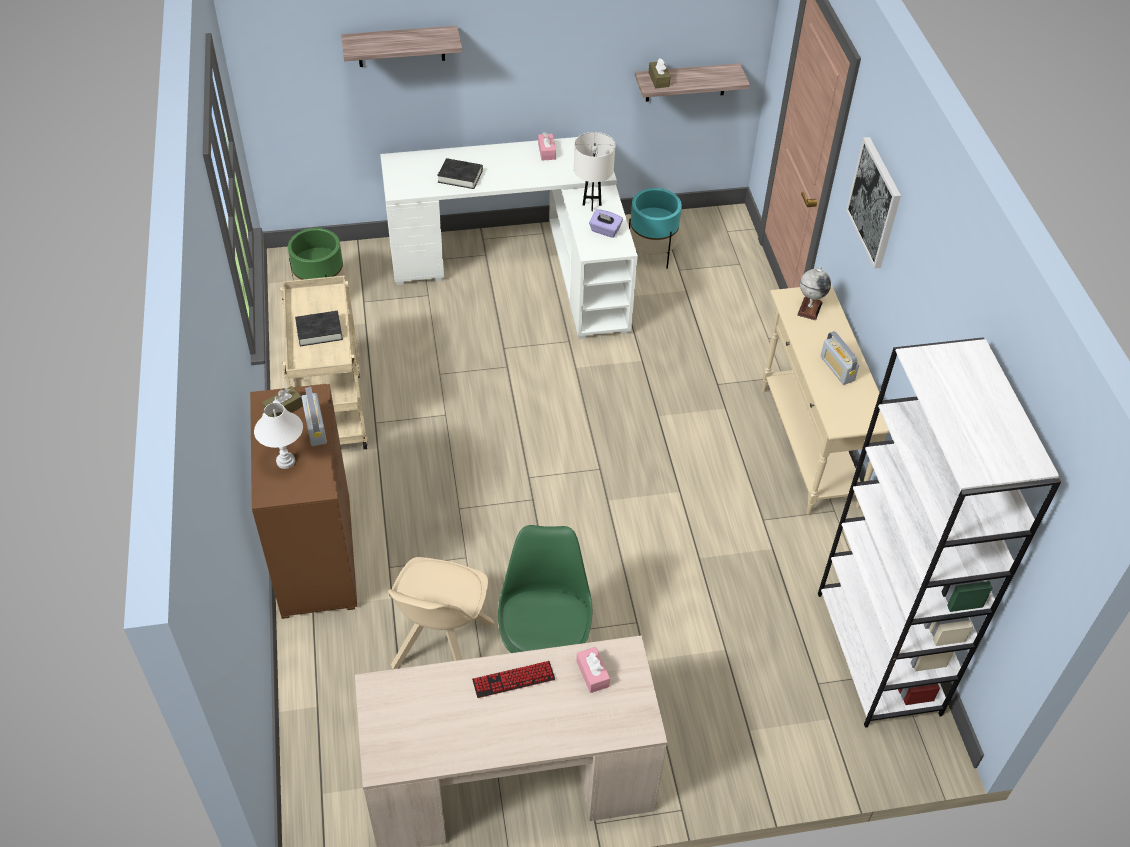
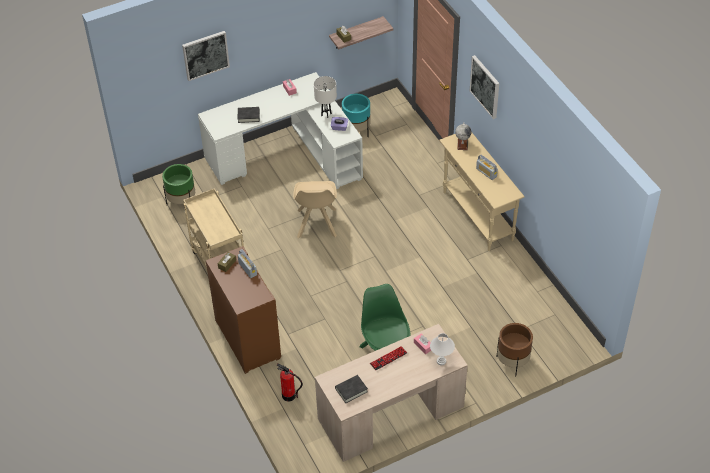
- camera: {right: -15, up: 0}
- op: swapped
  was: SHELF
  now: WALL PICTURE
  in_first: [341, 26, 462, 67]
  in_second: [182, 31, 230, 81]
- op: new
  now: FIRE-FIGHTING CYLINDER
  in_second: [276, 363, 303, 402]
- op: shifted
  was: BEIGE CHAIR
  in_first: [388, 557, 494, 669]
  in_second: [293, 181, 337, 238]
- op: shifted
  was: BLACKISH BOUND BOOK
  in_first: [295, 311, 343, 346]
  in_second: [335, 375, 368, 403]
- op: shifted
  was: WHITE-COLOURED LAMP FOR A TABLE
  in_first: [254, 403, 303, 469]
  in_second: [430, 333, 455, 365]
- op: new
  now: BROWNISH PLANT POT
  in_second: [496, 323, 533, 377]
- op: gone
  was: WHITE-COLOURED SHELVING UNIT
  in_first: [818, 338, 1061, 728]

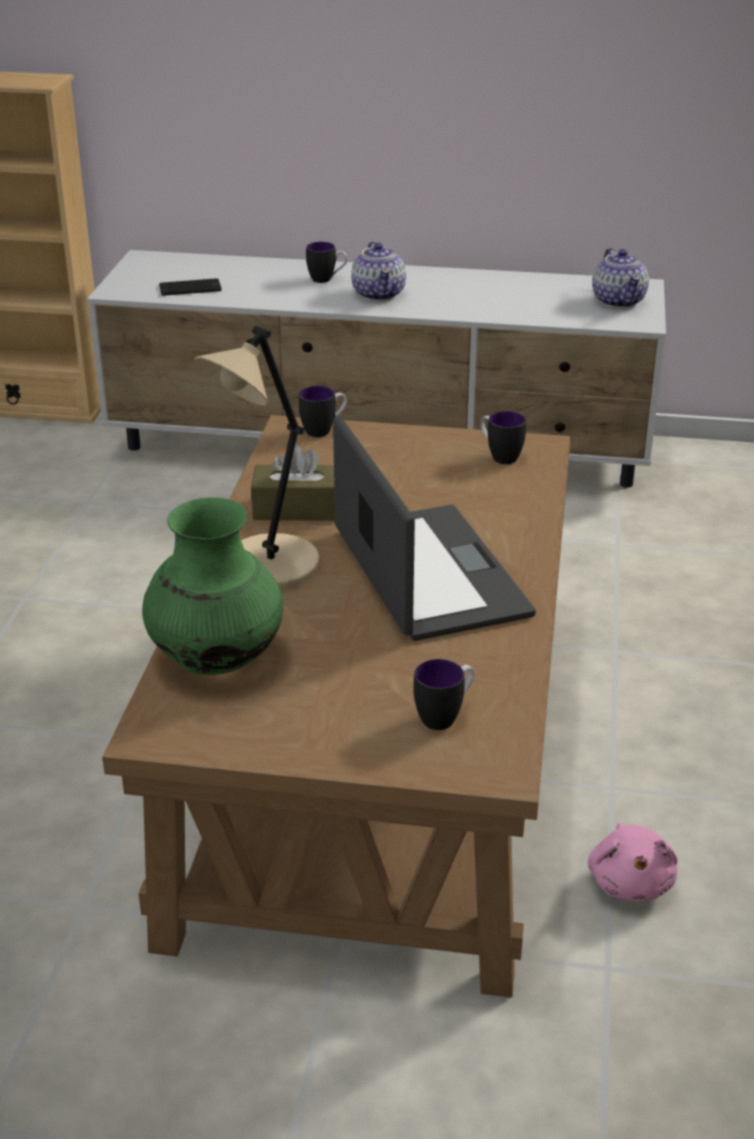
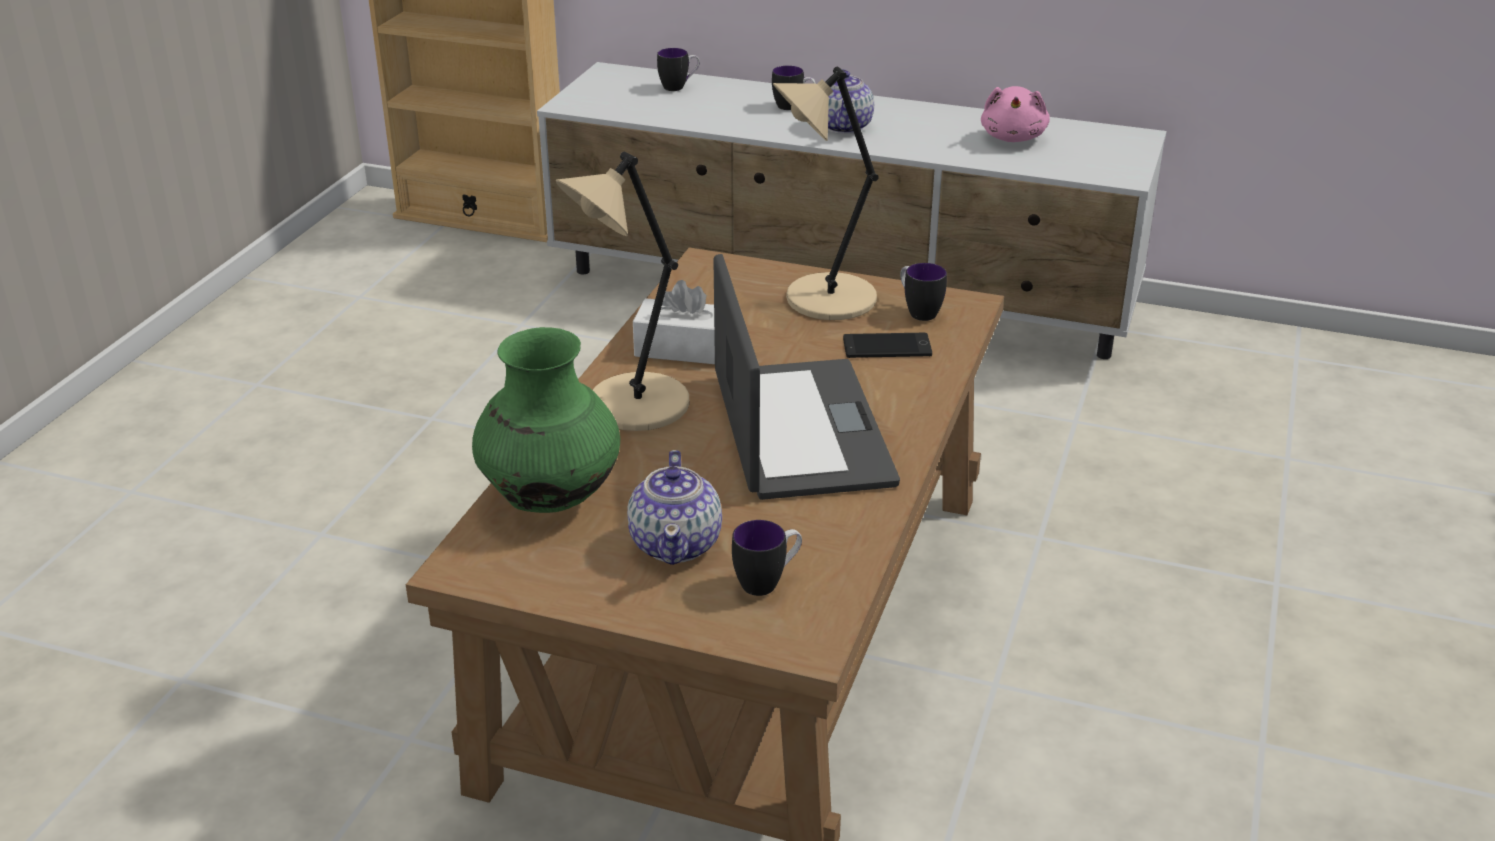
- camera: {right: 10, up: 0}
- op: shifted
  was: TEA POT
  in_first: [592, 248, 649, 308]
  in_second: [627, 450, 722, 565]
- op: repainted
  was: BROWNISH TISSUE HOLDER
  now: WHITE-COLOURED TISSUE HOLDER
  in_first: [251, 444, 335, 521]
  in_second: [633, 280, 715, 364]
- op: shifted
  was: MUG
  in_first: [299, 386, 347, 437]
  in_second: [657, 48, 700, 91]
- op: new
  now: BEIGE LAMP FOR A TABLE
  in_second: [773, 67, 879, 320]
- op: shifted
  was: HANDSET
  in_first: [159, 278, 222, 296]
  in_second: [843, 333, 932, 358]
- op: shifted
  was: PINK-COLOURED CUDDLY TOY
  in_first: [588, 823, 678, 902]
  in_second: [981, 86, 1050, 142]

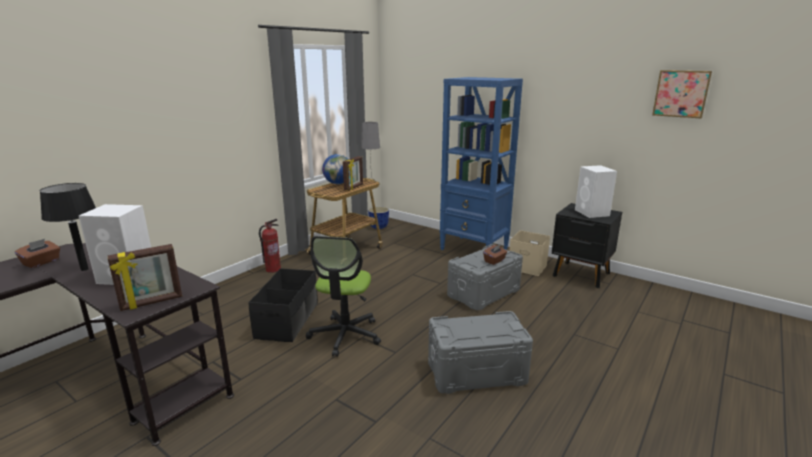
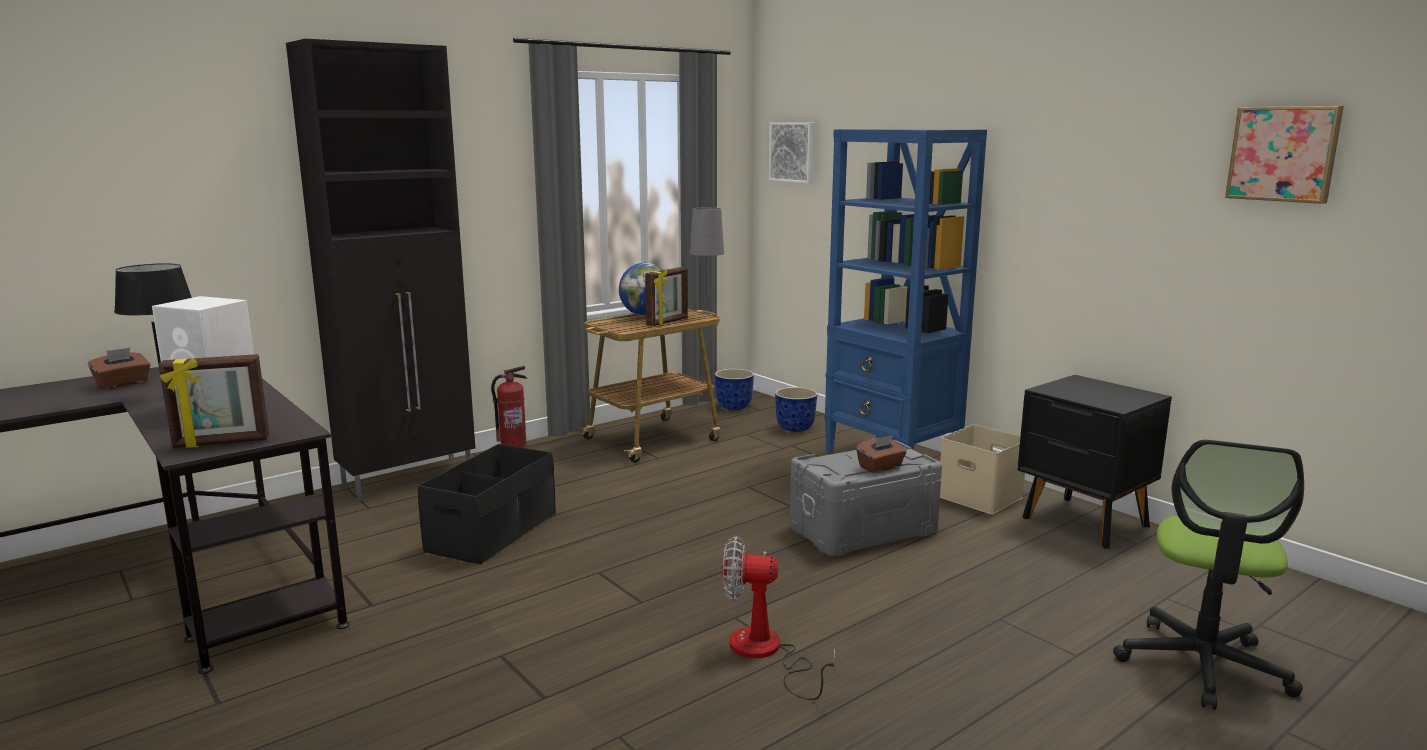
- camera: {right: 15, up: -5}
- op: new
  now: BLACKISH STORAGE CABINET
  in_second: [286, 39, 475, 502]
- op: swapped
  was: GRAY STORAGE BOX
  now: COOLING FAN
  in_first: [428, 311, 533, 394]
  in_second: [722, 536, 835, 700]
- op: new
  now: WALL PICTURE
  in_second: [769, 122, 815, 183]
- op: new
  now: PLANT POT
  in_second: [775, 387, 817, 432]
- op: shifted
  was: OFFICE CHAIR
  in_first: [306, 236, 381, 357]
  in_second: [1113, 439, 1304, 710]
- op: gone
  was: WHITE-COLOURED AUDIO SPEAKER
  in_first: [575, 165, 617, 218]

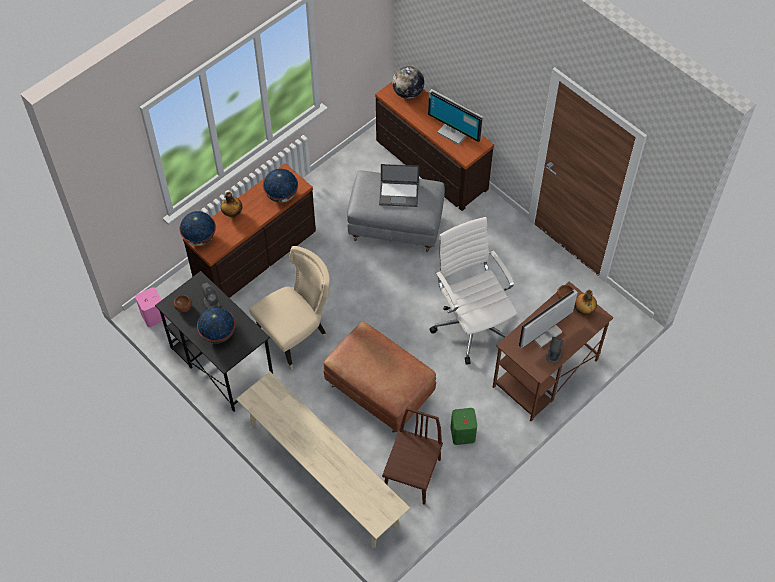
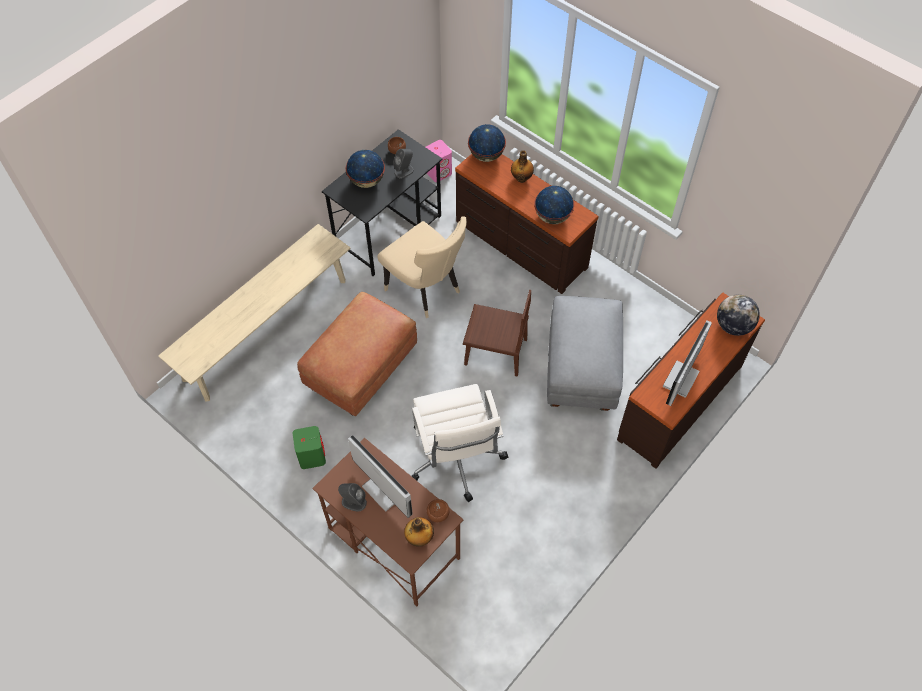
- camera: {right: 85, up: 0}
- op: rotated
  was: WHITE-COLOURED OFFICE CHAIR
  in_first: [429, 217, 517, 365]
  in_second: [412, 384, 508, 502]
  clockwise: 105
- op: shifted
  was: BROWNISH CHAIR
  in_first: [382, 408, 443, 505]
  in_second: [463, 290, 531, 377]
- op: gone
  was: PORTABLE COMPUTER
  in_first: [379, 164, 419, 207]

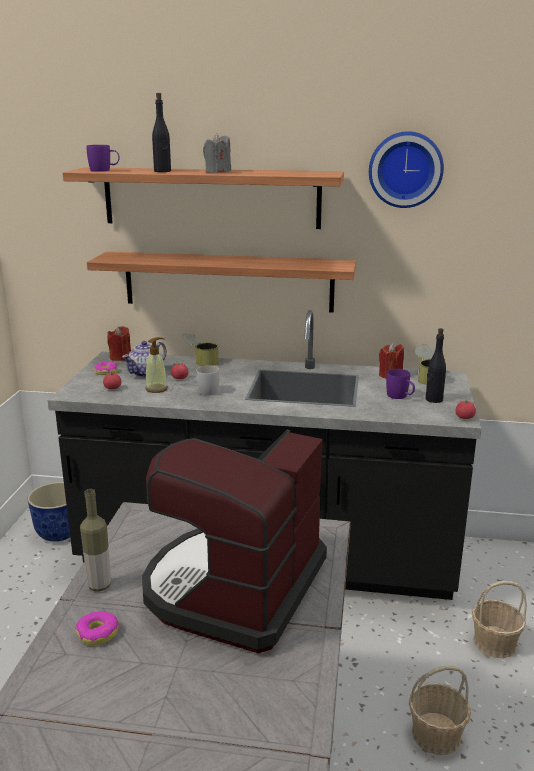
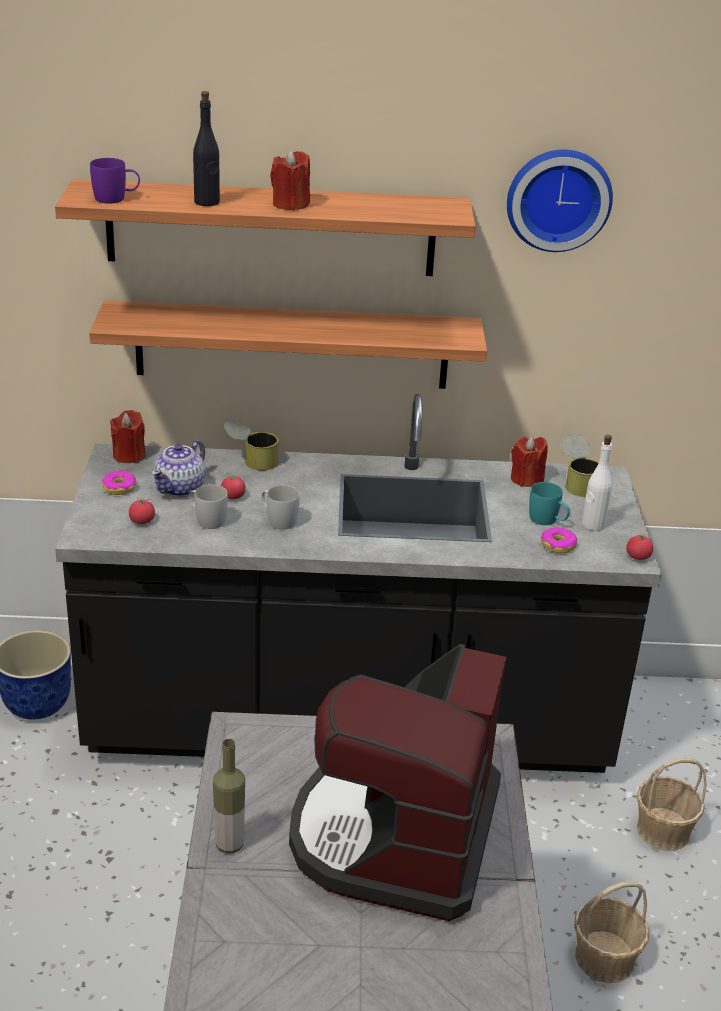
- camera: {right: -10, up: 10}
- op: swapped
  was: LIQUID SOAP BOTTLE
  now: WHITE-COLOURED MUG
  in_first: [145, 337, 168, 393]
  in_second: [189, 484, 228, 529]
- op: repainted
  was: GRAY WAX CANDLE
  now: REDDISH WAX CANDLE
  in_first: [203, 133, 231, 173]
  in_second: [270, 150, 310, 211]
- op: repainted
  was: PURPLE-COLOURED MUG
  now: TURQUOISE MUG
  in_first: [386, 369, 415, 399]
  in_second: [529, 482, 570, 525]
- op: shifted
  was: DOUGHNUT
  in_first: [76, 611, 119, 645]
  in_second: [541, 527, 577, 554]
- op: repainted
  was: BLACKISH BOTTLE
  now: WHITE-COLOURED BOTTLE
  in_first: [426, 328, 446, 403]
  in_second: [582, 435, 612, 531]

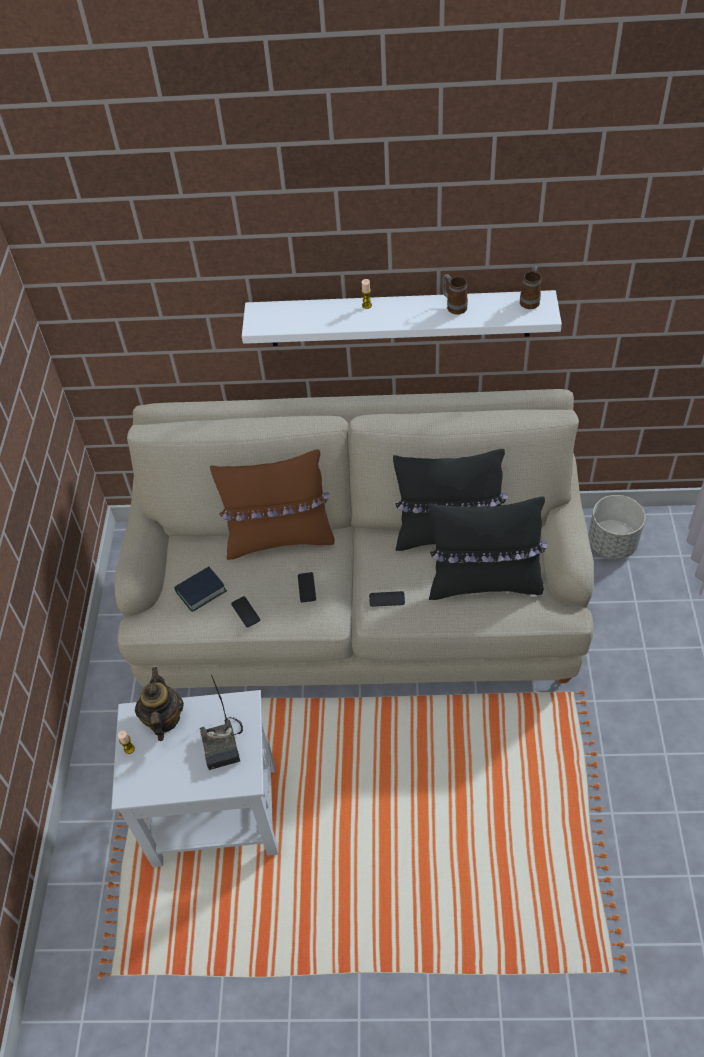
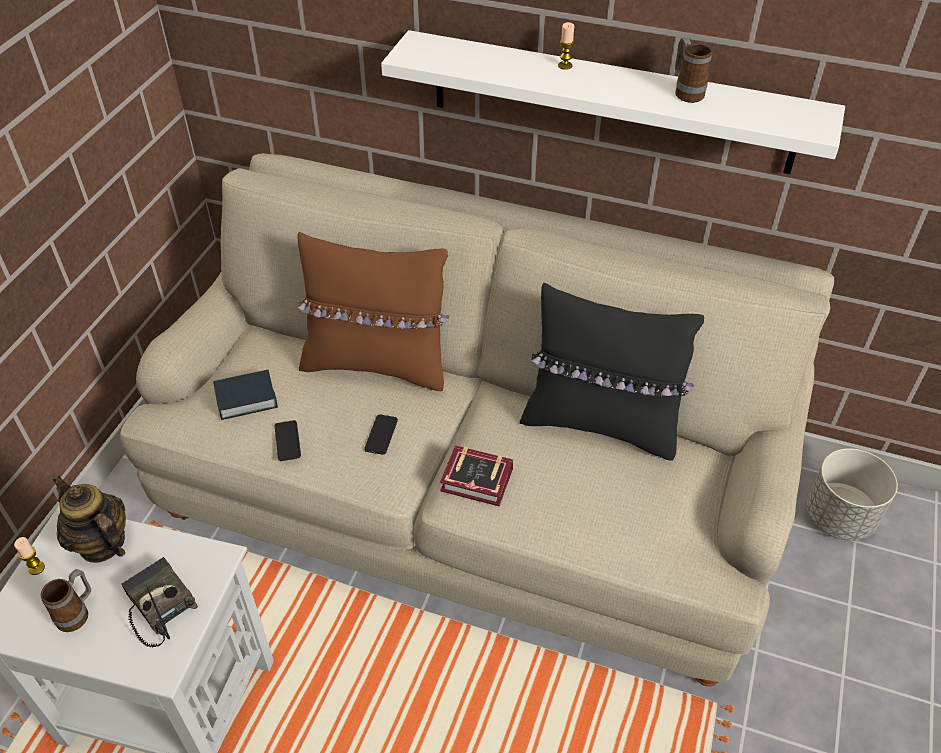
- camera: {right: 15, up: -5}
- op: shifted
  was: MUG
  in_first: [520, 265, 541, 309]
  in_second: [41, 569, 91, 632]
- op: rotated
  was: TEA POT
  in_first: [135, 667, 184, 741]
  in_second: [52, 475, 126, 563]
  clockwise: -60
- op: rotated
  was: RADIO RECEIVER
  in_first: [200, 675, 243, 770]
  in_second: [121, 557, 198, 647]
  clockwise: 135
- op: swapped
  was: HANDSET
  now: BOUND BOOK
  in_first: [369, 591, 405, 607]
  in_second: [440, 445, 513, 507]
- op: gone
  was: BLACKISH PILLOW
  in_first: [428, 496, 548, 600]

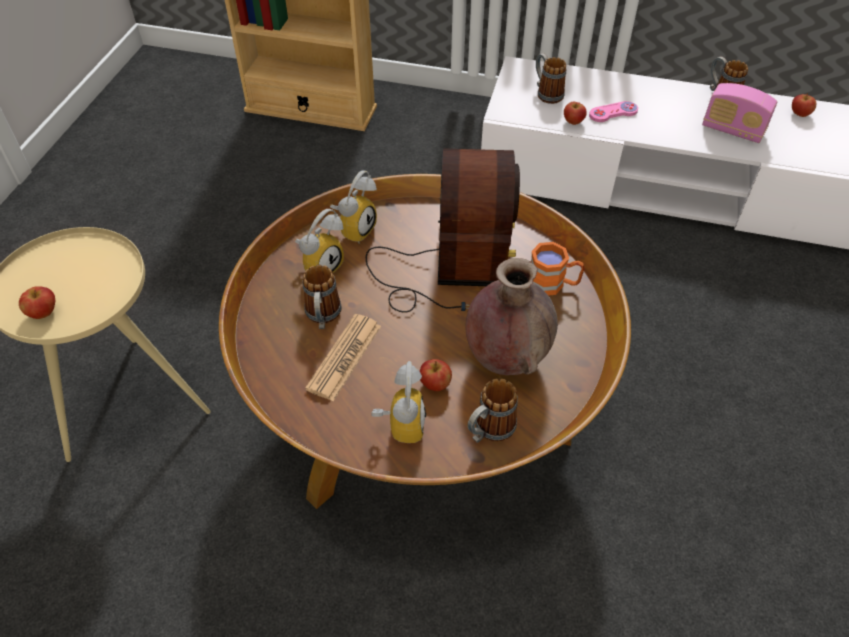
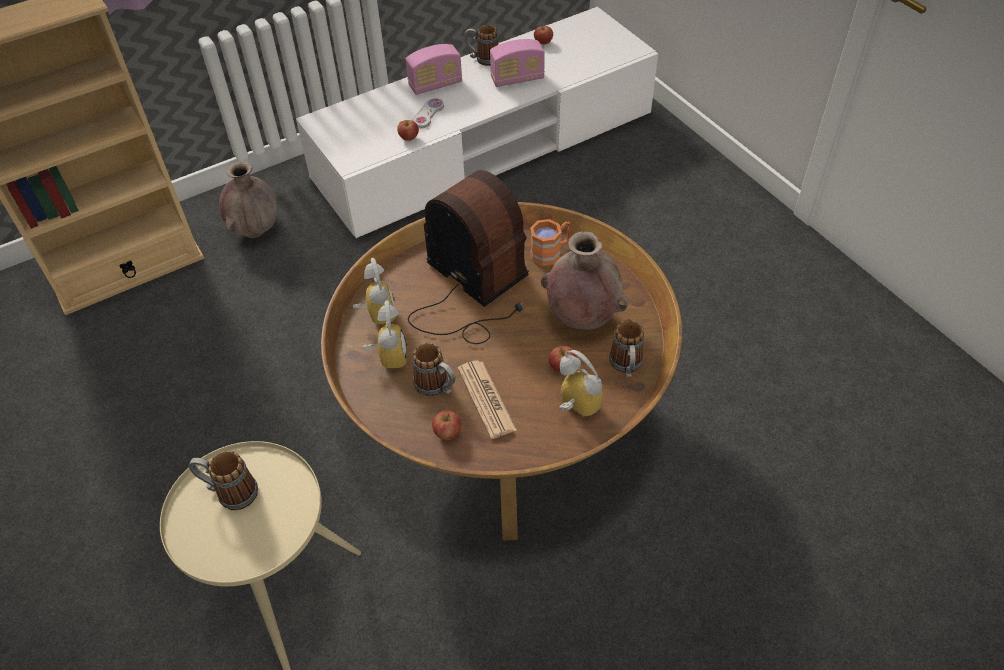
- camera: {right: -45, up: 0}
- op: shifted
  was: MUG
  in_first: [536, 53, 566, 104]
  in_second: [189, 451, 258, 510]
- op: new
  now: BROWNISH FLOWER VASE
  in_second: [219, 161, 278, 238]
- op: new
  now: RADIO RECEIVER
  in_second: [406, 44, 462, 95]
- op: repainted
  was: PINK-COLOURED JOYPAD
  now: WHITE-COLOURED JOYPAD
  in_first: [589, 101, 638, 122]
  in_second: [412, 98, 444, 128]
- op: shifted
  was: APPLE
  in_first: [19, 286, 55, 319]
  in_second: [432, 410, 461, 440]

